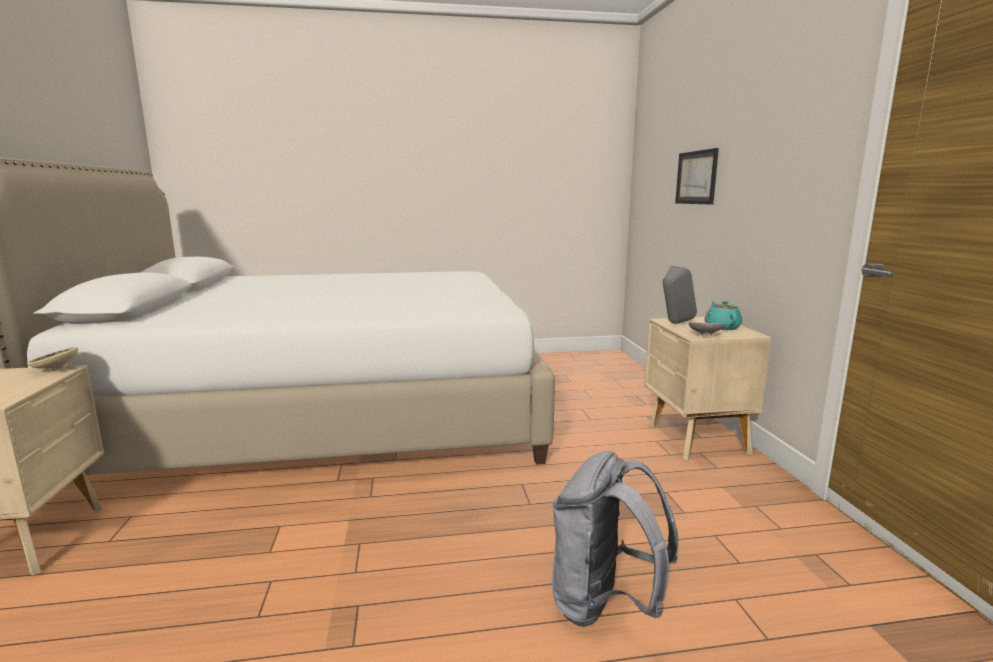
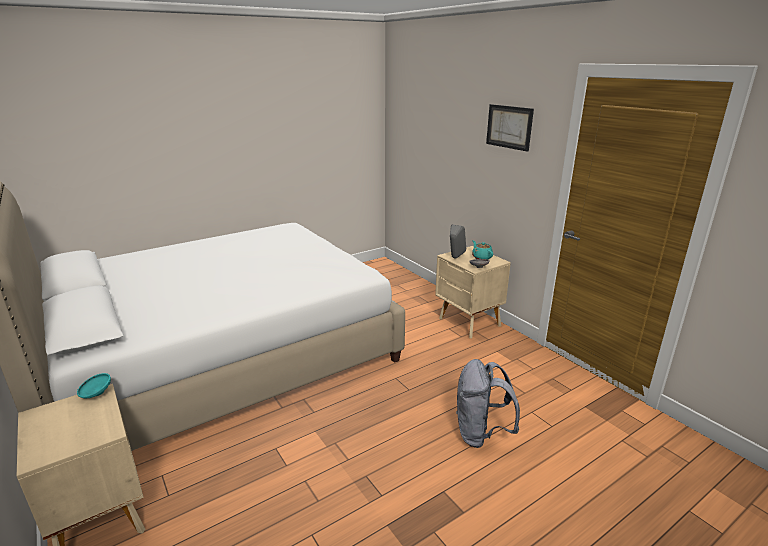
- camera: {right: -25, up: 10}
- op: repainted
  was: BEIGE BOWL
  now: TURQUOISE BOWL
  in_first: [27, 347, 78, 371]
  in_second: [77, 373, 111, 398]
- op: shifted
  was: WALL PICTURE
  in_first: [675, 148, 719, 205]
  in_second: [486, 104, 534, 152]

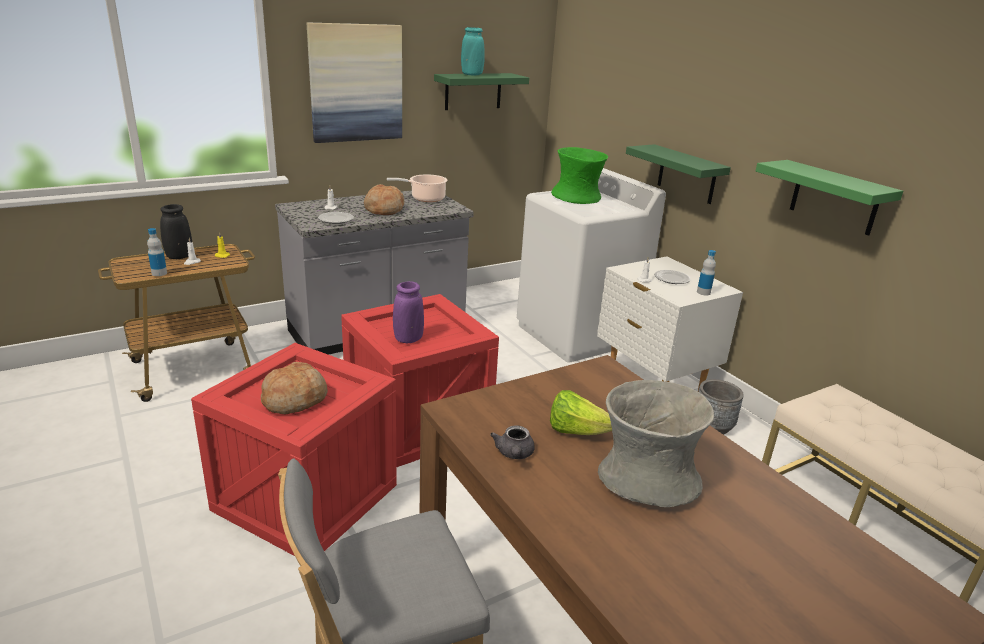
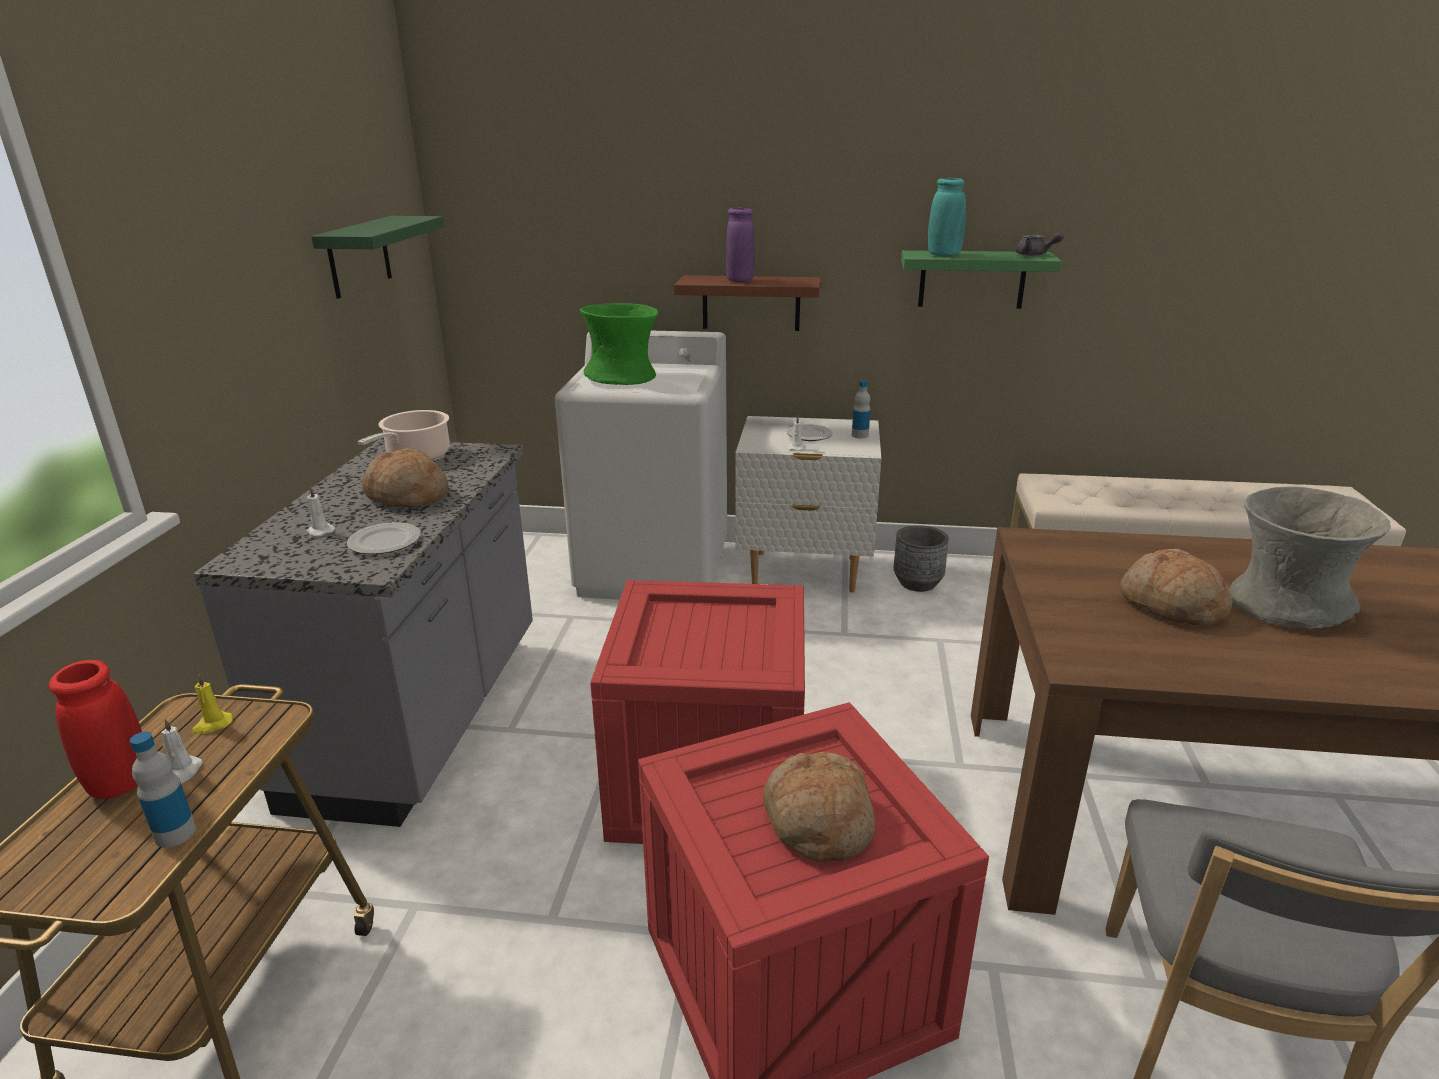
- camera: {right: -50, up: 0}
- op: repainted
  was: BLACKISH FLOWER VASE
  now: REDDISH FLOWER VASE
  in_first: [160, 204, 192, 259]
  in_second: [49, 660, 142, 799]
- op: repainted
  was: GREEN SHELF
  now: BROWNISH SHELF
  in_first: [626, 144, 731, 204]
  in_second: [674, 275, 821, 331]
- op: shifted
  was: PURPLE-COLOURED FLOWER VASE
  in_first: [393, 281, 424, 343]
  in_second: [726, 208, 755, 282]
- op: shifted
  was: TURQUOISE FLOWER VASE
  in_first: [461, 27, 485, 75]
  in_second: [928, 178, 966, 256]
- op: shifted
  was: GRAY TEA POT
  in_first: [490, 426, 535, 459]
  in_second: [1016, 232, 1064, 256]
- op: swapped
  was: LETTUCE
  now: BAKERY BREAD
  in_first: [550, 390, 612, 435]
  in_second: [1120, 549, 1232, 626]
- op: gone
  was: WALL PICTURE
  in_first: [307, 23, 402, 143]

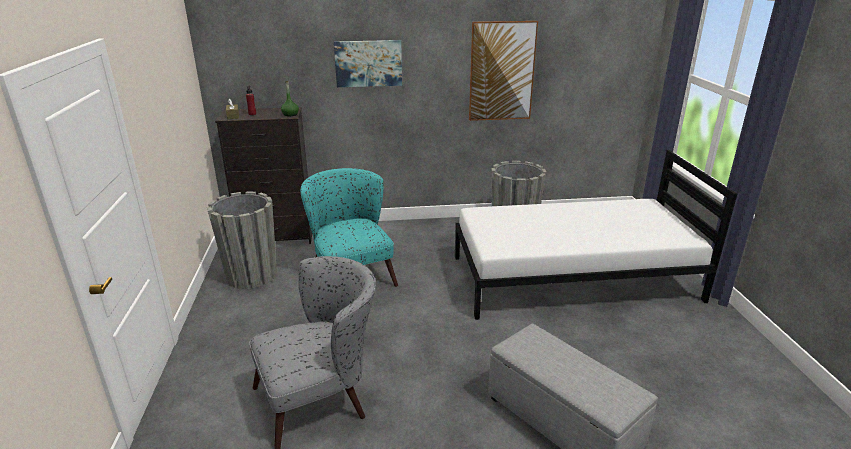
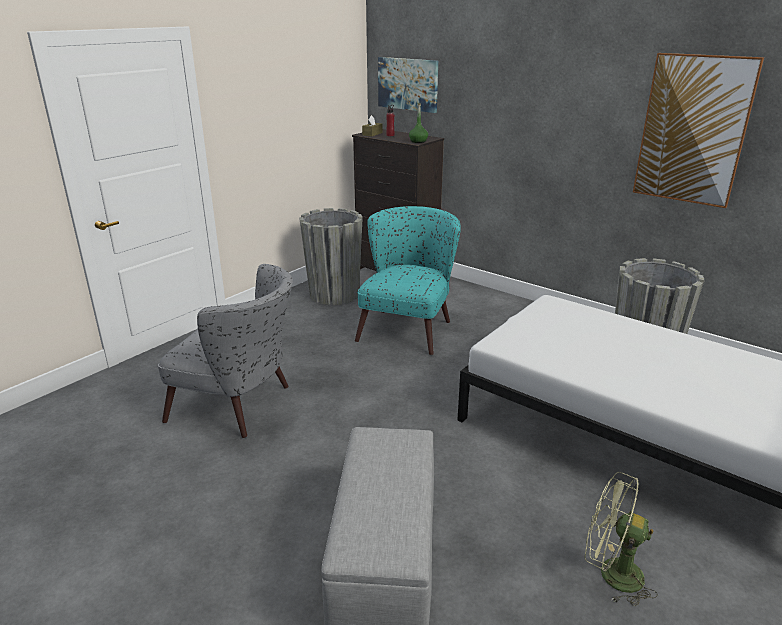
- camera: {right: 45, up: 0}
- op: shifted
  was: WALL PICTURE
  in_first: [334, 40, 402, 87]
  in_second: [378, 57, 438, 113]
- op: new
  now: GREEN COOLING FAN
  in_second: [585, 472, 658, 606]

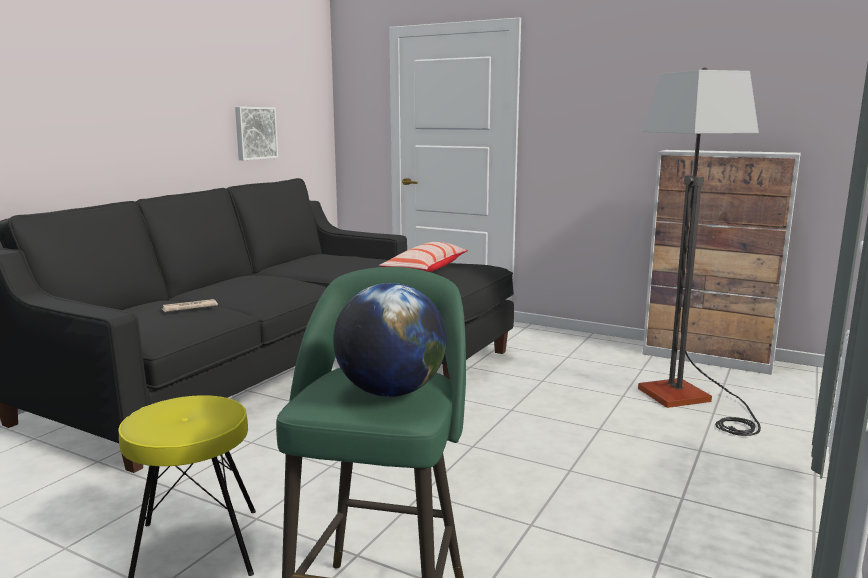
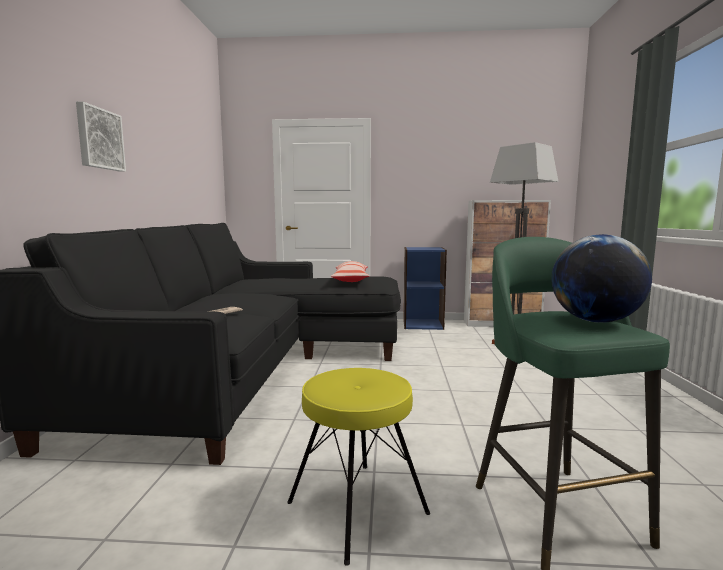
- camera: {right: -25, up: -5}
- op: shifted
  was: WALL PICTURE
  in_first: [235, 107, 278, 160]
  in_second: [76, 101, 126, 172]
- op: new
  now: BLUE-COLOURED SHELVING UNIT
  in_second: [403, 247, 447, 330]

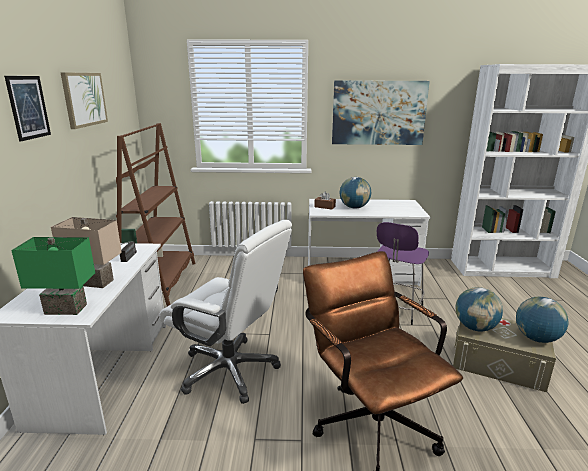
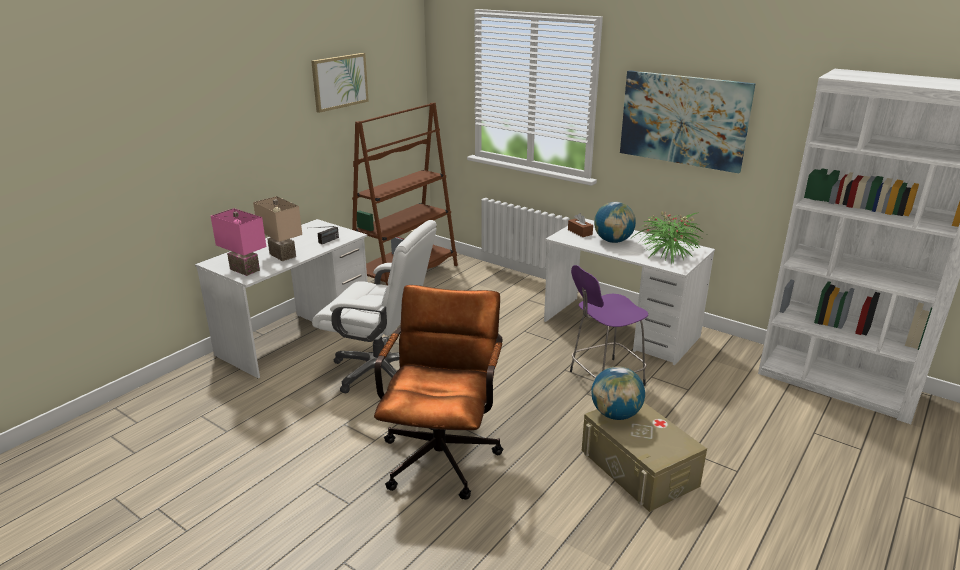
- camera: {right: 35, up: 5}
- op: repainted
  was: GREEN LAMP FOR A TABLE
  now: PINK-COLOURED LAMP FOR A TABLE
  in_first: [11, 237, 95, 315]
  in_second: [211, 208, 266, 276]
- op: rotated
  was: WHITE-COLOURED OFFICE CHAIR
  in_first: [159, 220, 292, 404]
  in_second: [312, 220, 437, 394]
  clockwise: -45
- op: new
  now: PLANT IN A POT
  in_second: [629, 212, 706, 265]
- op: gone
  was: WALL PICTURE
  in_first: [4, 76, 51, 142]
- op: gone
  was: GLOBE
  in_first: [516, 297, 568, 343]

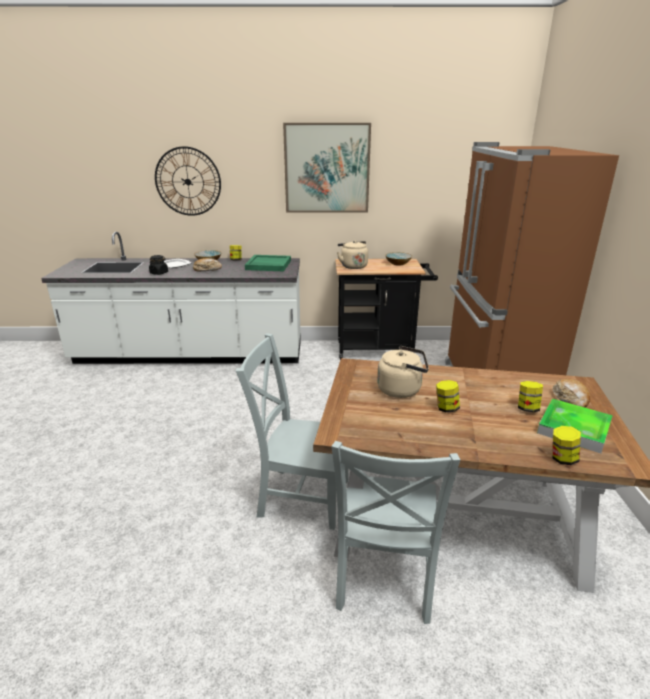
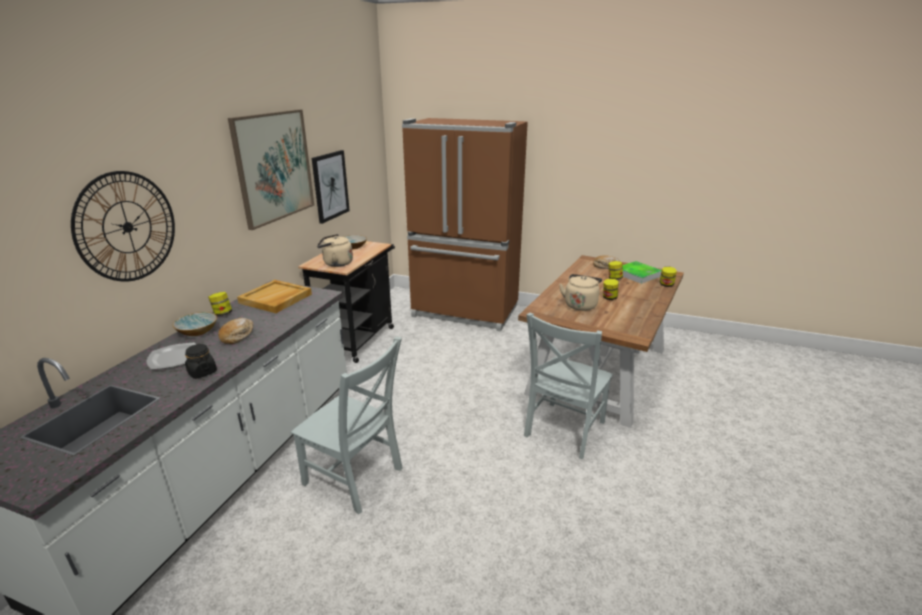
- camera: {right: -70, up: 0}
- op: repainted
  was: GREEN SERVING TRAY
  now: BEIGE SERVING TRAY
  in_first: [245, 255, 291, 271]
  in_second: [237, 280, 312, 313]
- op: shifted
  was: GRAY CHAIR
  in_first: [331, 441, 460, 624]
  in_second: [291, 337, 403, 514]
- op: new
  now: WALL PICTURE
  in_second: [312, 150, 350, 224]

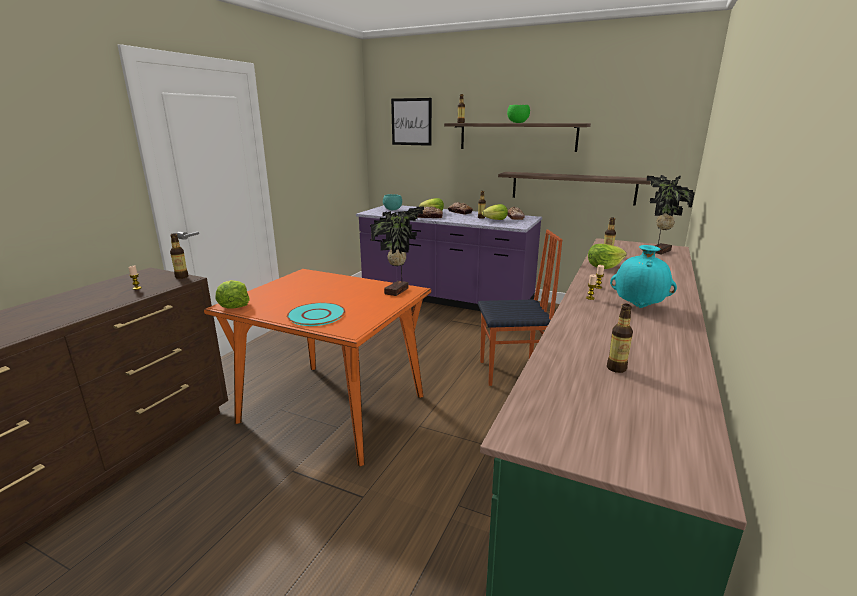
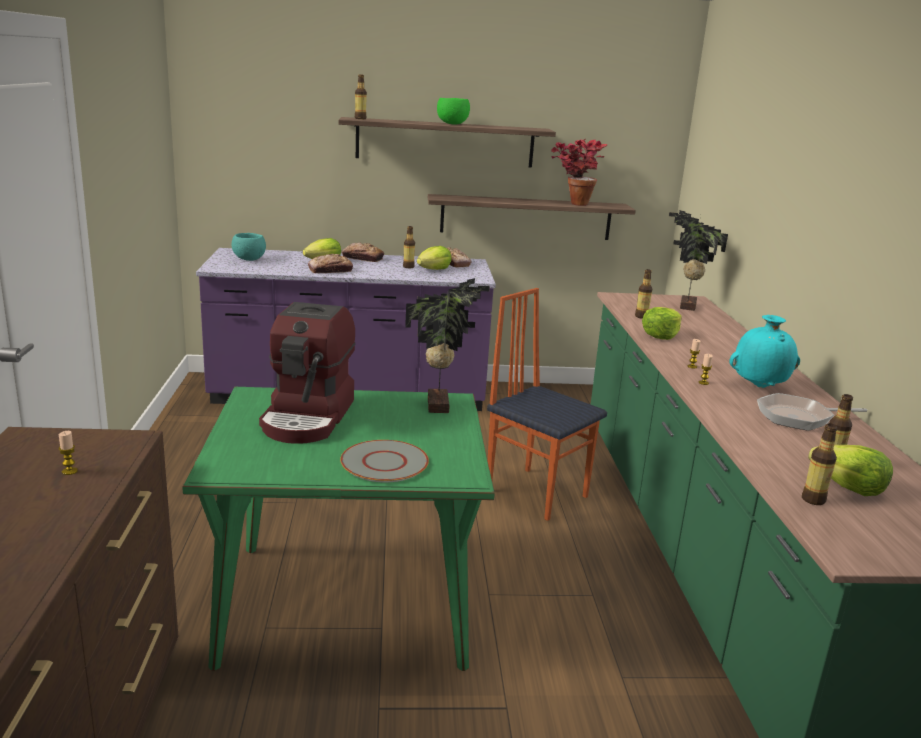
- camera: {right: -30, up: 0}
- op: repainted
  was: ORANGE-COLOURED DINING TABLE
  now: GREEN DINING TABLE
  in_first: [204, 269, 431, 466]
  in_second: [183, 387, 494, 671]
- op: new
  now: COFFEE MACHINE
  in_second: [259, 302, 355, 444]
- op: repainted
  was: TURQUOISE DINNER PLATE
  now: GRAY DINNER PLATE
  in_first: [287, 303, 345, 326]
  in_second: [340, 440, 429, 482]
- op: rotated
  was: CHAIR
  in_first: [478, 230, 562, 386]
  in_second: [487, 288, 607, 521]
  clockwise: -105
- op: new
  now: PLANT IN A POT
  in_second: [551, 139, 608, 206]
- op: new
  now: FRYING PAN
  in_second: [757, 393, 867, 431]
- op: shifted
  was: BOTTLE
  in_first: [170, 233, 189, 279]
  in_second: [802, 424, 837, 505]
- op: shifted
  was: LETTUCE
  in_first: [216, 280, 250, 308]
  in_second: [808, 445, 893, 496]
- op: gone
  was: WALL PICTURE
  in_first: [391, 98, 432, 146]

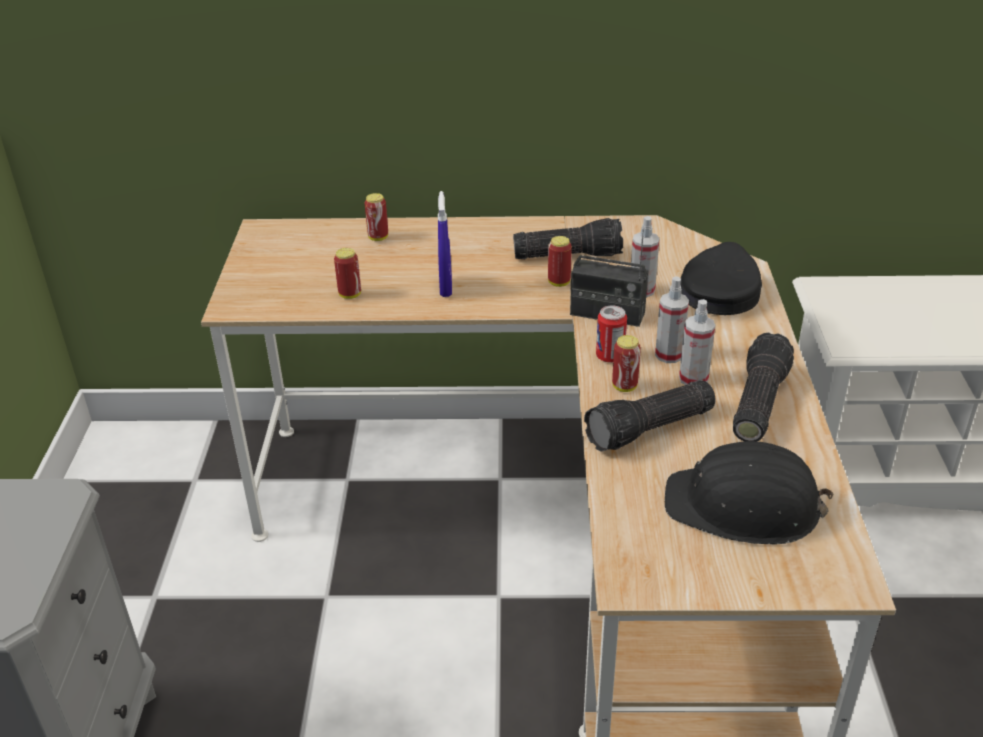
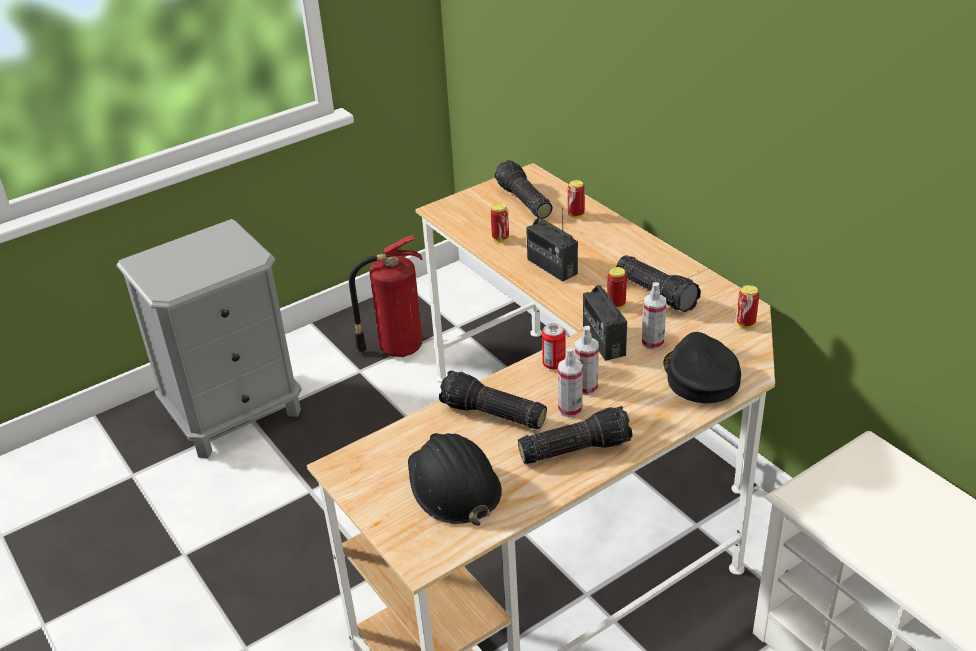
- camera: {right: 55, up: 0}
- op: new
  now: FIRE-FIGHTING CYLINDER
  in_second: [349, 235, 422, 357]
- op: new
  now: TORCH
  in_second: [495, 160, 552, 219]
- op: swapped
  was: BLUE-COLOURED SPRAYER
  now: RADIO RECEIVER
  in_first: [438, 191, 452, 297]
  in_second: [526, 208, 578, 282]
- op: rotated
  was: BLACKISH CAP
  in_first: [680, 242, 762, 315]
  in_second: [663, 332, 741, 403]
  clockwise: -90
- op: shifted
  was: CAN
  in_first: [612, 335, 641, 392]
  in_second: [736, 285, 759, 328]

